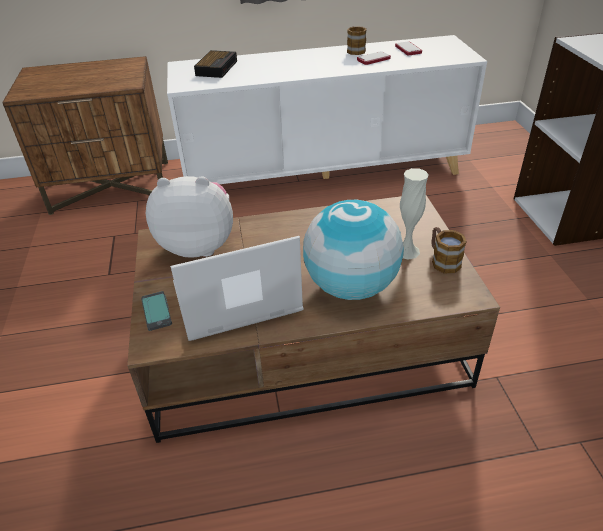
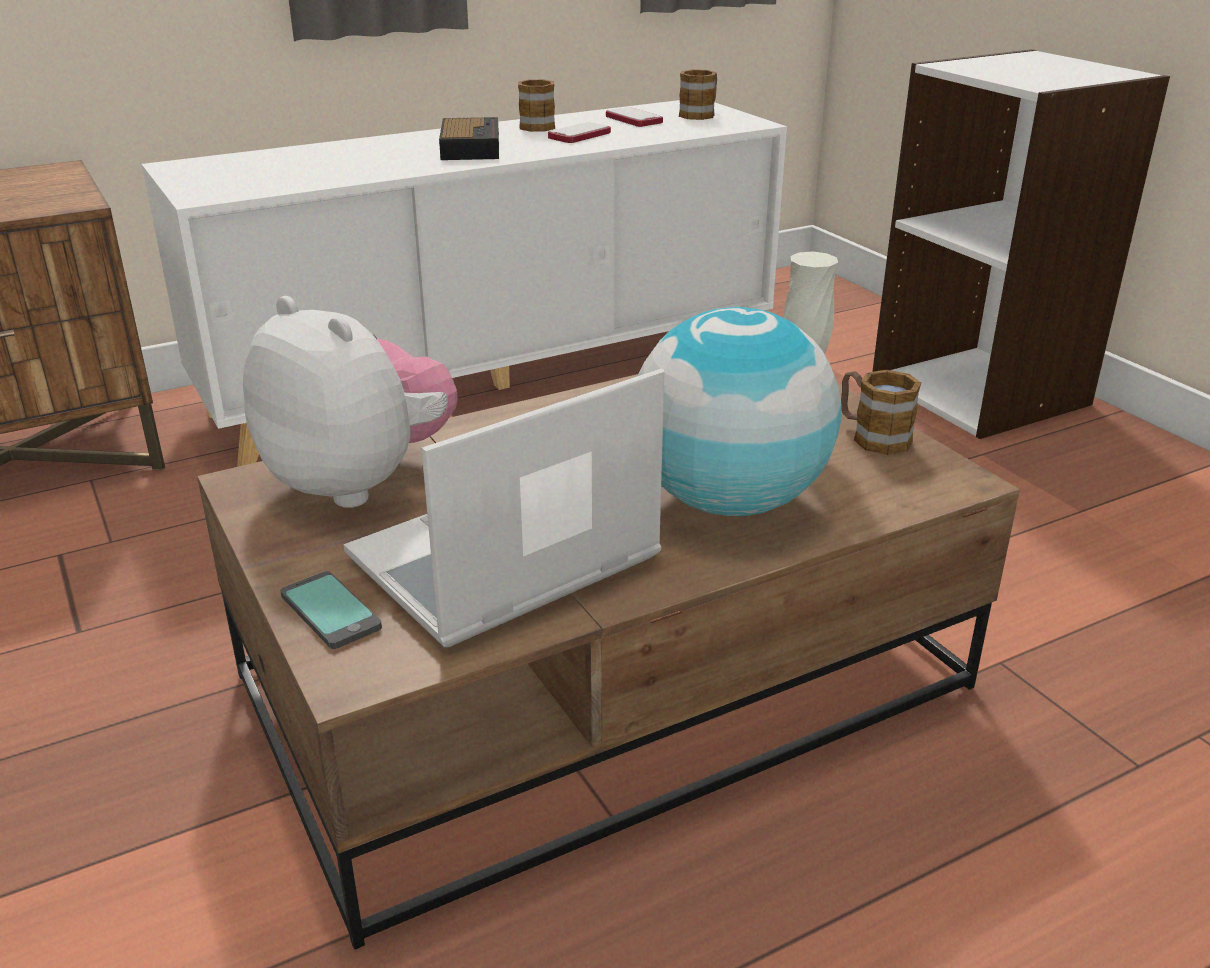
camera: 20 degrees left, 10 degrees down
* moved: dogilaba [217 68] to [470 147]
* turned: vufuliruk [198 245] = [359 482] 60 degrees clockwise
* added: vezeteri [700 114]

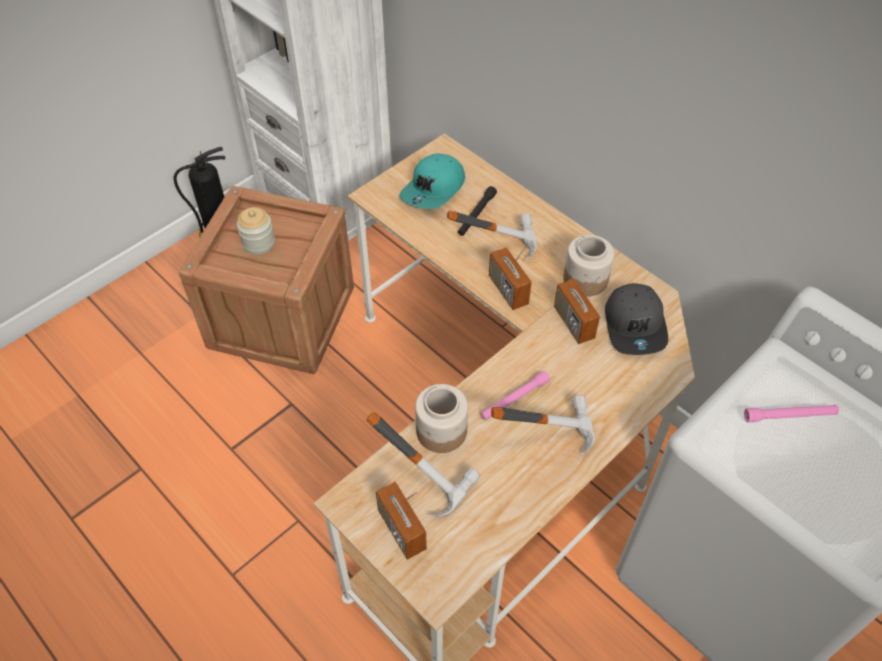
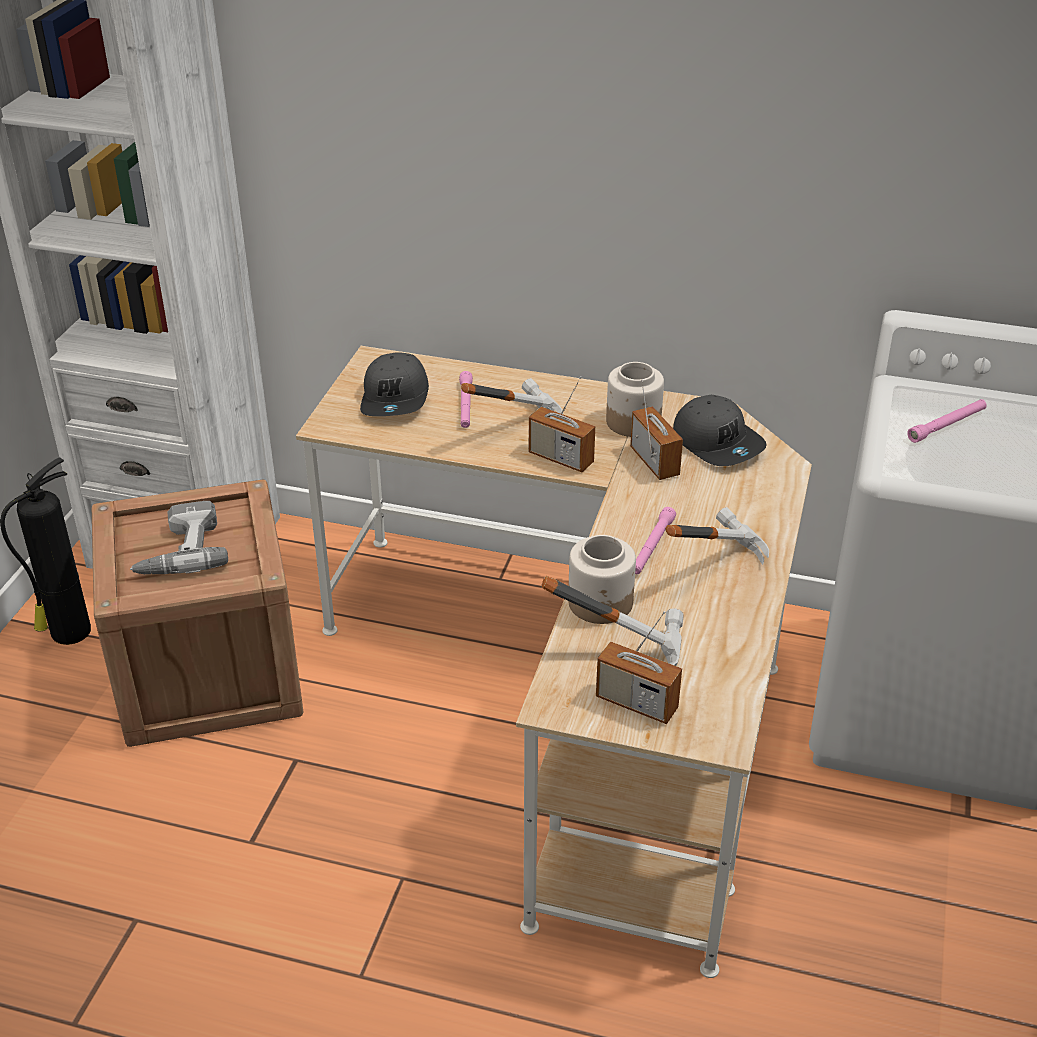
camera: 30 degrees left, 15 degrees down
* recoloured: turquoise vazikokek [434 190] to grey vazikokek [396 398]
* recoloured: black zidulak [476 215] to pink zidulak [465 405]
* replaced: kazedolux [258 243] to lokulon [179 550]
* turned: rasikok [573 323] = [654 462] 150 degrees counterclockwise

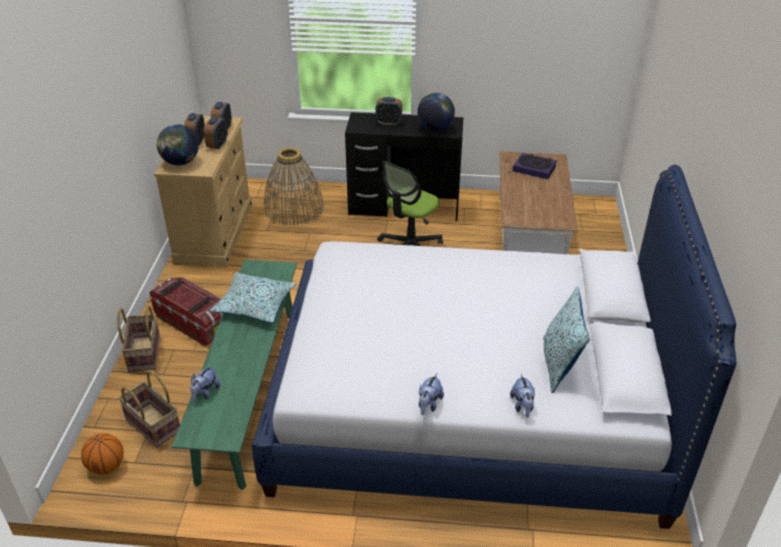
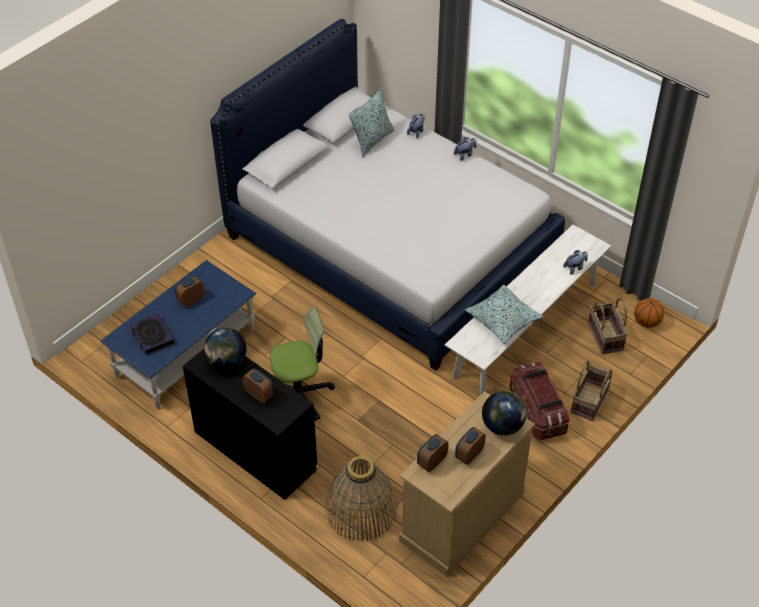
camera: 145 degrees left, 10 degrees up
* moved: dogilaba [217 145] to [191 300]
* recoloured: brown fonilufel [530 234] to blue fonilufel [186 354]
* recoloured: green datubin [249 391] to white datubin [526 328]

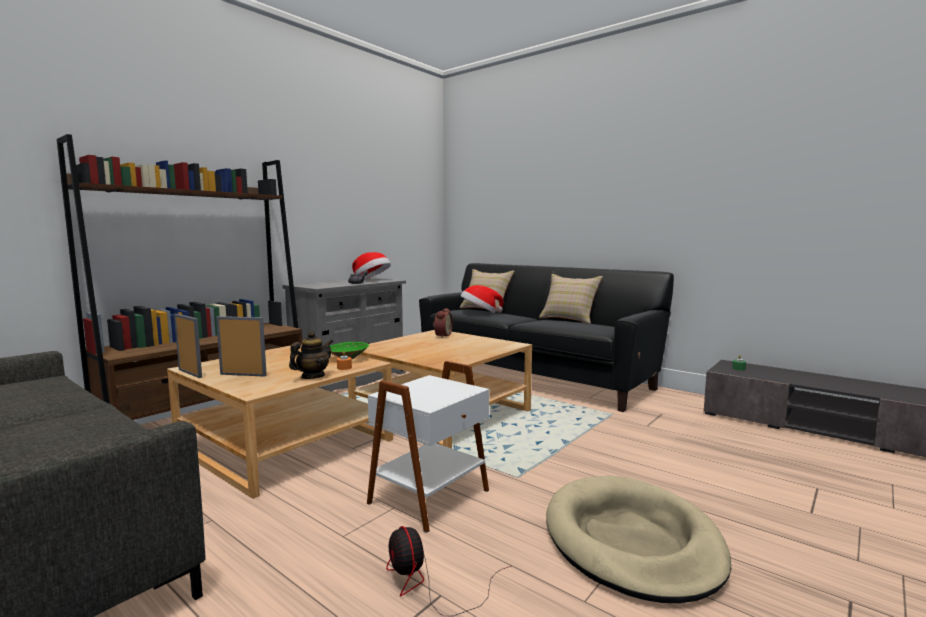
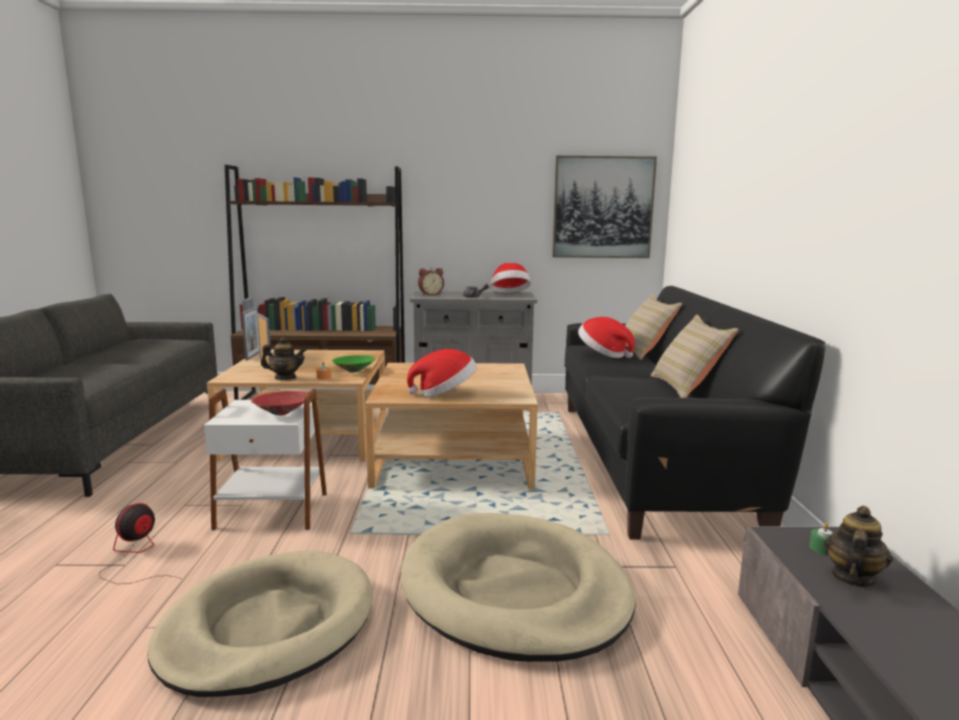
camera: 50 degrees right, 5 degrees up
* moved: dogilaba [442 335] to [430 294]
* added: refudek [602 207]
* added: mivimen [444 393]
* added: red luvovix [281 413]
* added: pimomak [852 577]
* added: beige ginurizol [514 591]

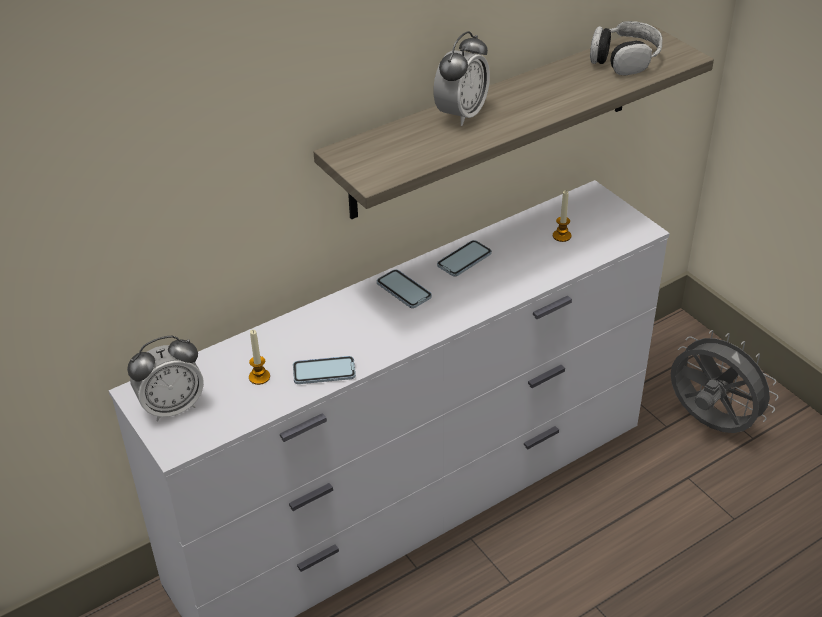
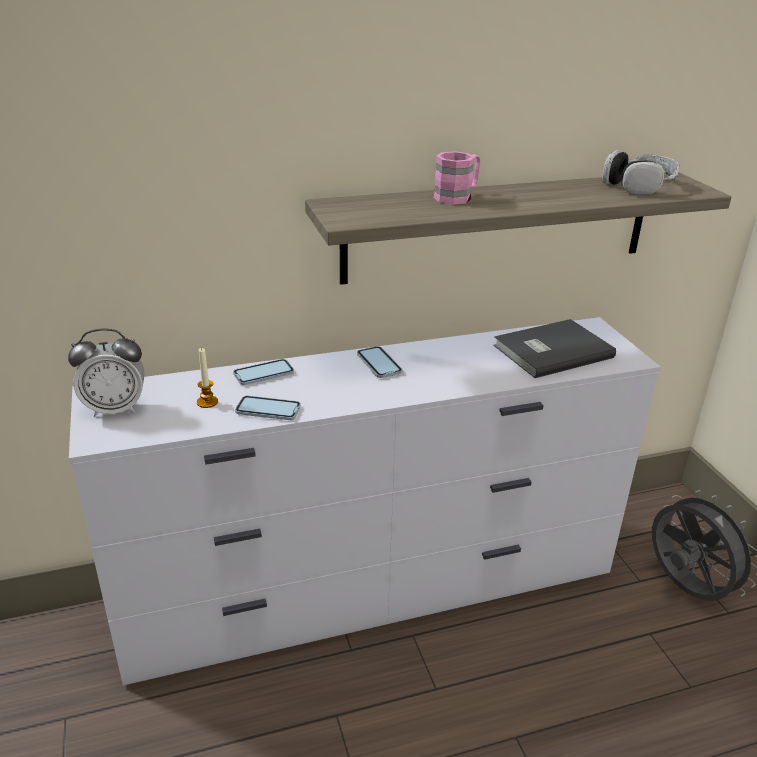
camera: 15 degrees right, 10 degrees down
* replaced: dogilaba [461 114] to pink vezeteri [458 196]
* replaced: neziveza [561 236] to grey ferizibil [550 351]
* moved: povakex [464 260] to [264 374]

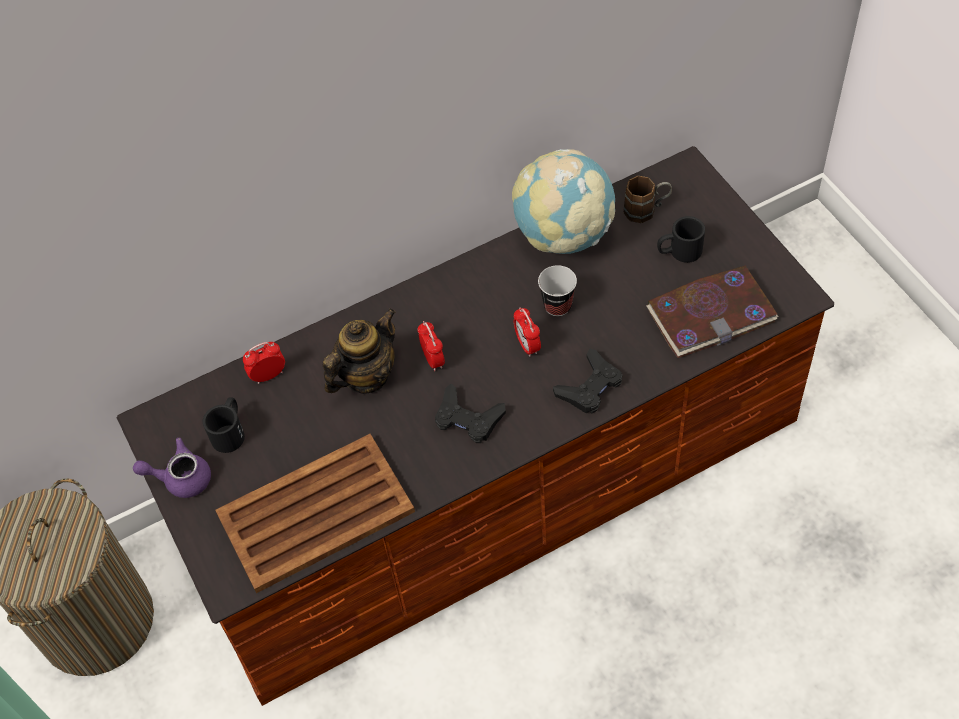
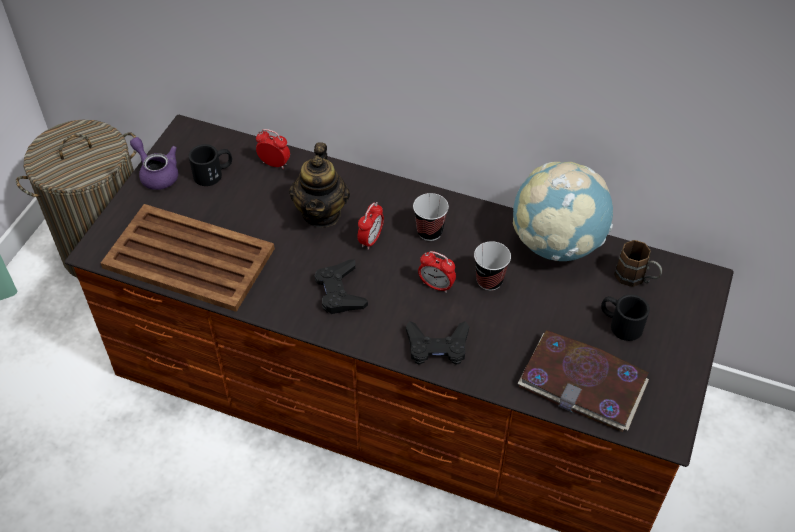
camera: 45 degrees right, 5 degrees down
* turned: dogilaba [527 345] = [436 285] 90 degrees counterclockwise
* turned: pimomak [366 376] = [322 213] 90 degrees clockwise
* added: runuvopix [429 232]

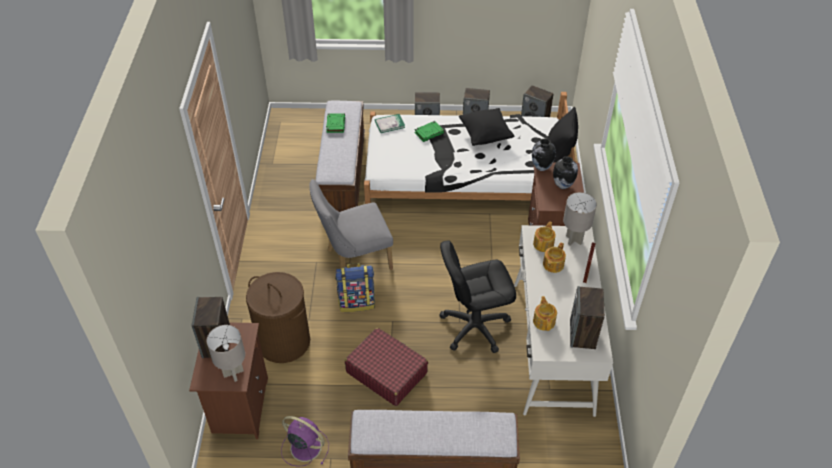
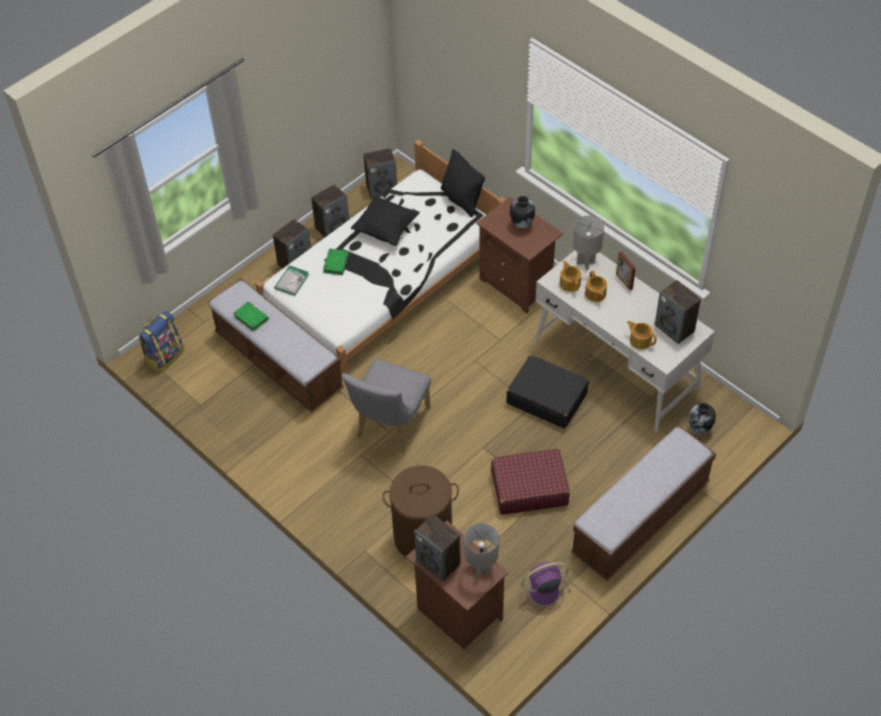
camera: 45 degrees left, 5 degrees up
* moved: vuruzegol [541 167] to [699 430]
* replaced: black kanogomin [474 326] to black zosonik [546 398]
* moved: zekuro [357 302] to [164 357]

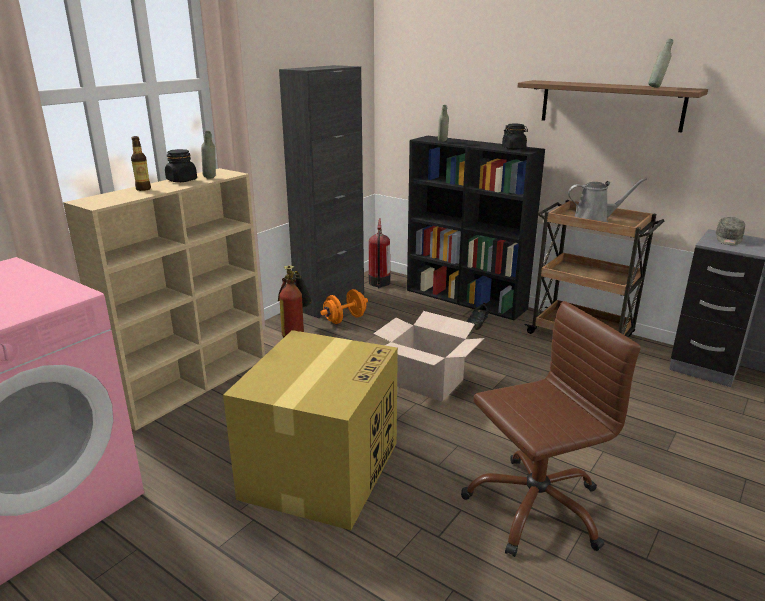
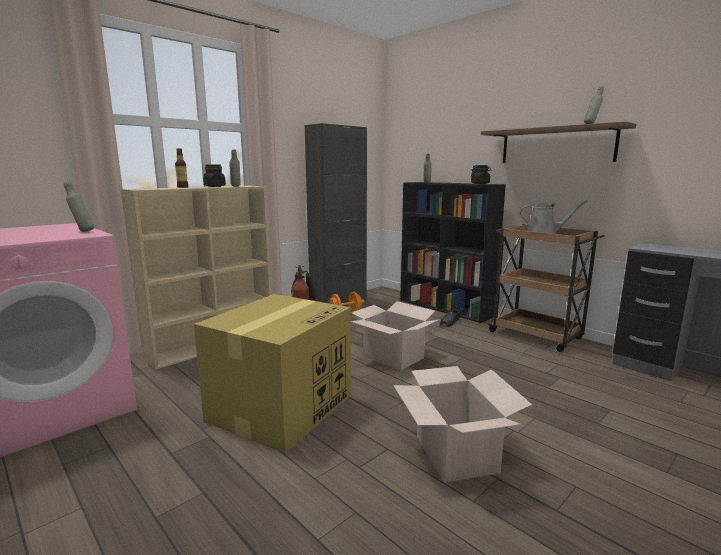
camera: 10 degrees right, 10 degrees down
* removed: grey vazikokek [728 239]
* removed: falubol [379 283]
* replaced: brown kanogomin [534 506] to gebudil [456 453]
* added: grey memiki [82 231]

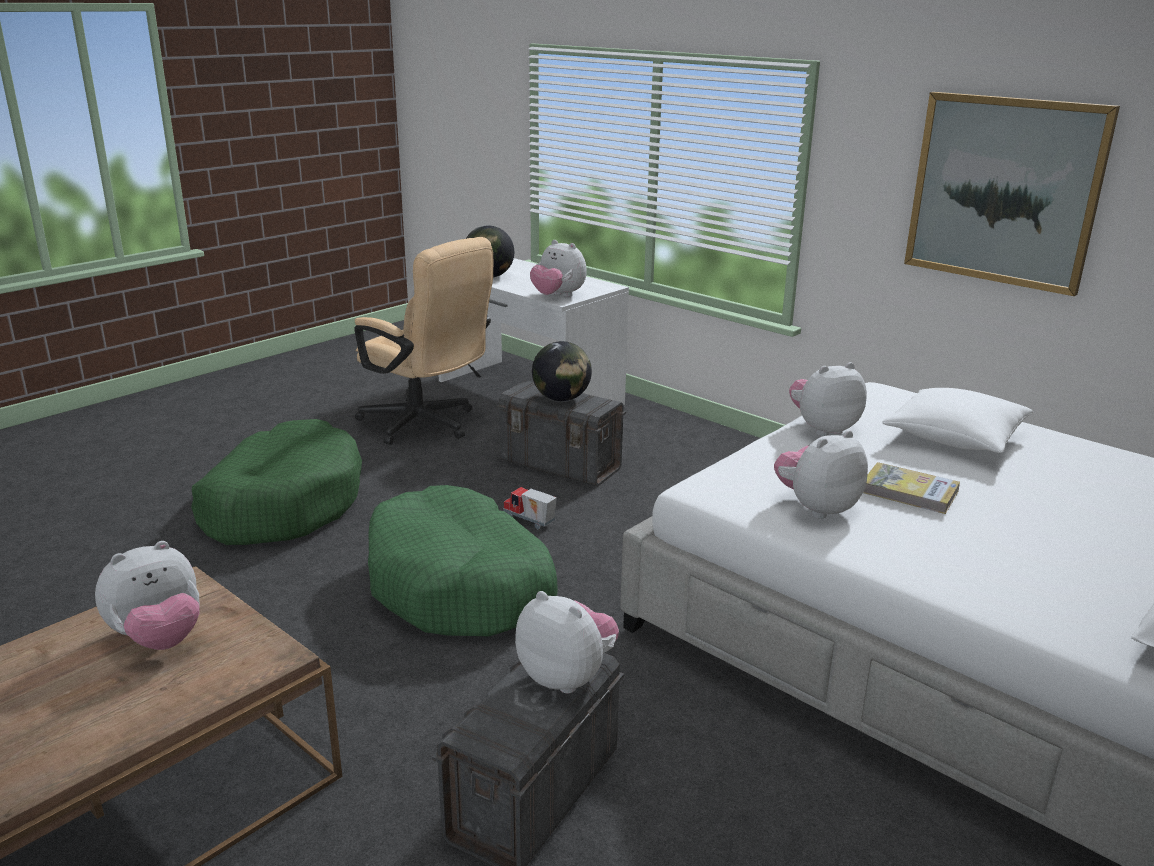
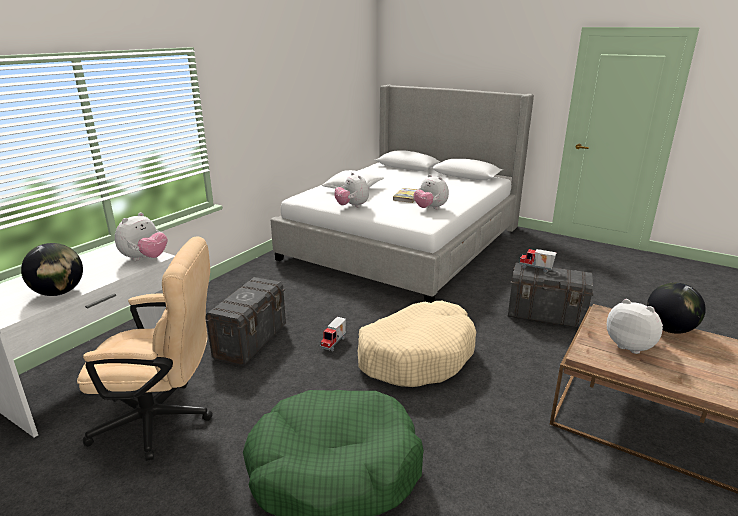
camera: 100 degrees left, 0 degrees up
* removed: refudek [1004 191]
* turned: beige kanogomin [426 425] = [163 420] 60 degrees clockwise
* moved: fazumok [561 399] to [669 329]
* recoloured: green ginurizol [460 585] to beige ginurizol [416 355]
* replaced: vufuliruk [567 677] to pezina [536 268]

